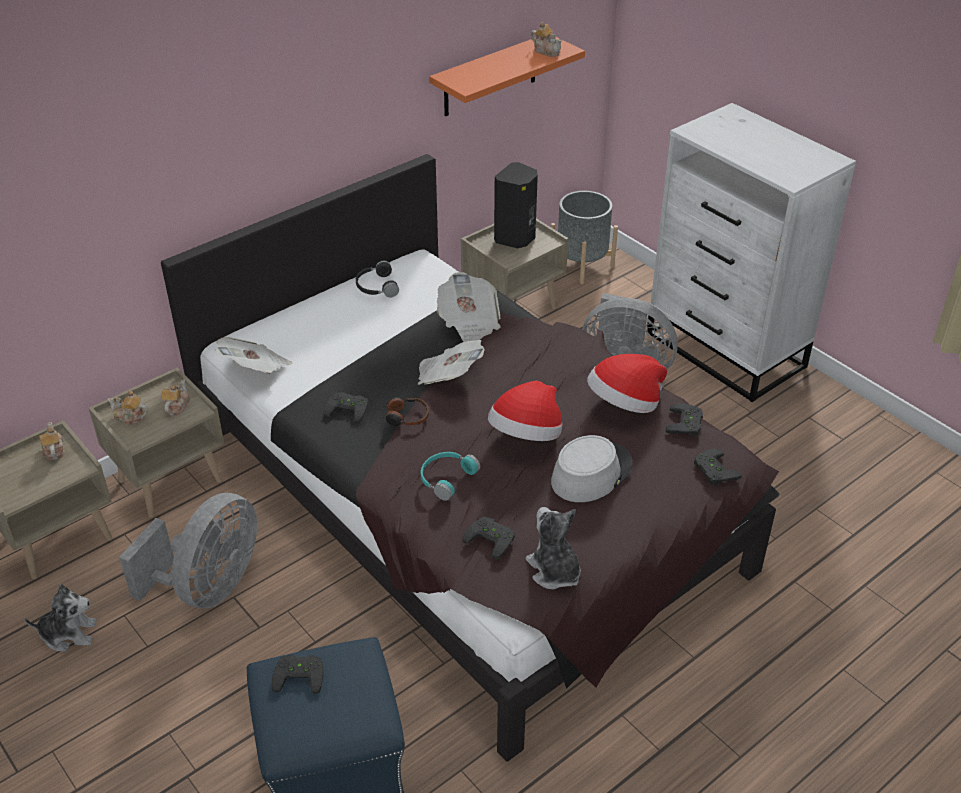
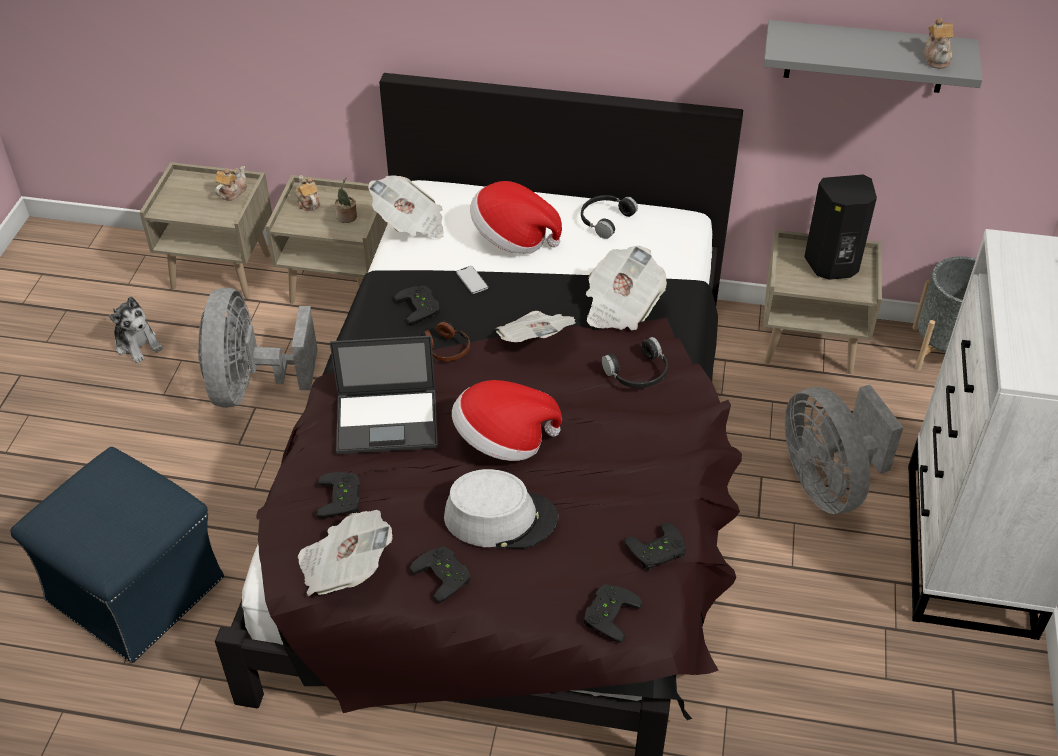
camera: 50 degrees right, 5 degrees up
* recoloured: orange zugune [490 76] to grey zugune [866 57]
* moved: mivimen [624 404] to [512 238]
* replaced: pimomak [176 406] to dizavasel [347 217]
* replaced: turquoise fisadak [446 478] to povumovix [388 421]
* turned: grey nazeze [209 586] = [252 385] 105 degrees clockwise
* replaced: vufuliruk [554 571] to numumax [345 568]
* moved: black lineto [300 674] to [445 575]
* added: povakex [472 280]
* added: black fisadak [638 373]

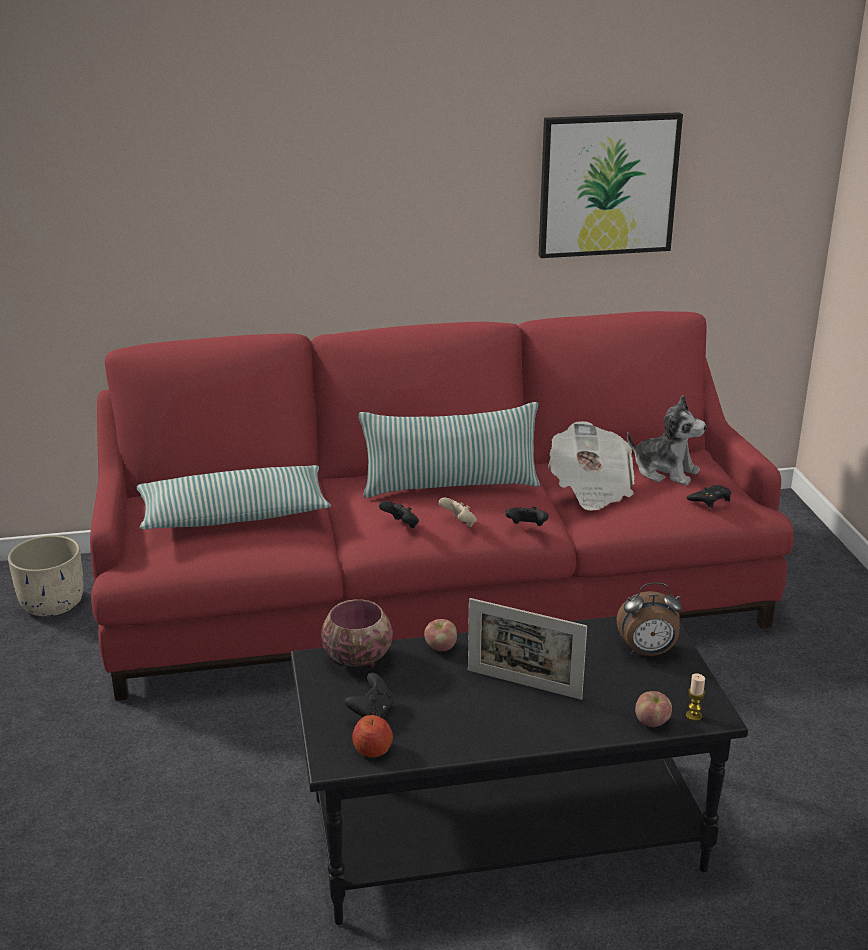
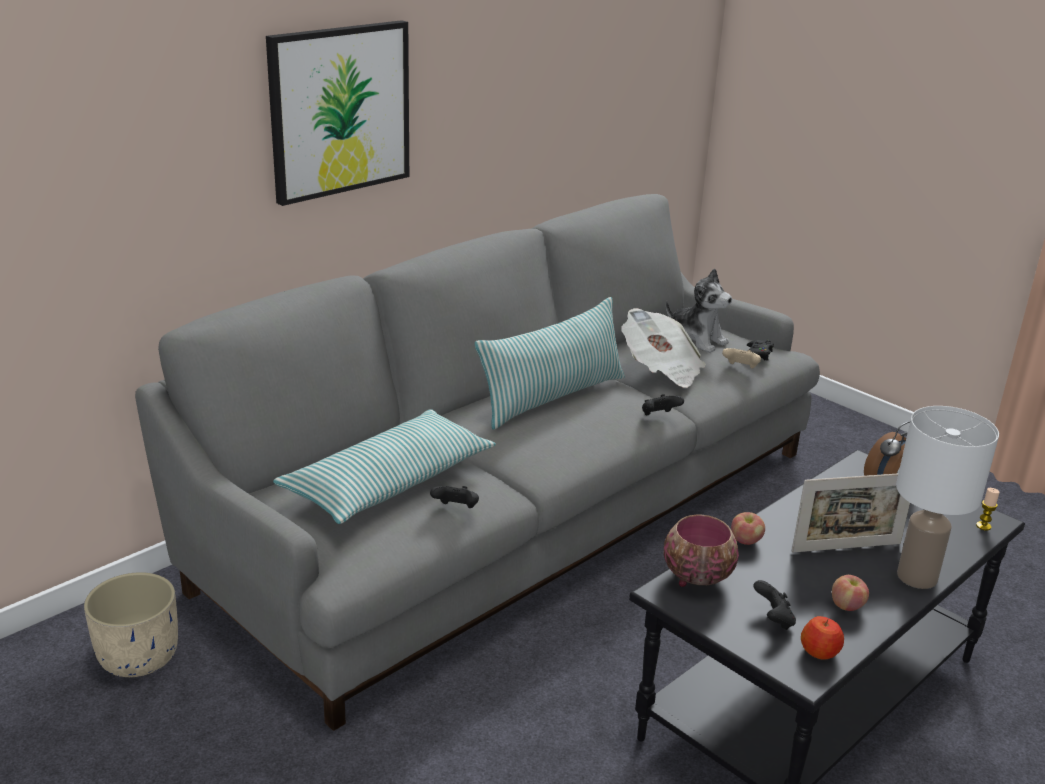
camera: 35 degrees left, 0 degrees up
* moved: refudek [607 185] to [339 110]
* recoloured: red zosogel [435 592] to grey zosogel [518 511]
* turned: vufuliruk [665 471] = [696 340] 45 degrees clockwise
* moved: beige lineto [459 523] to [740 368]
* moved: black lineto [401 525] to [456 509]
* moved: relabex [652 722] to [847 606]
* added: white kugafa [918 577]

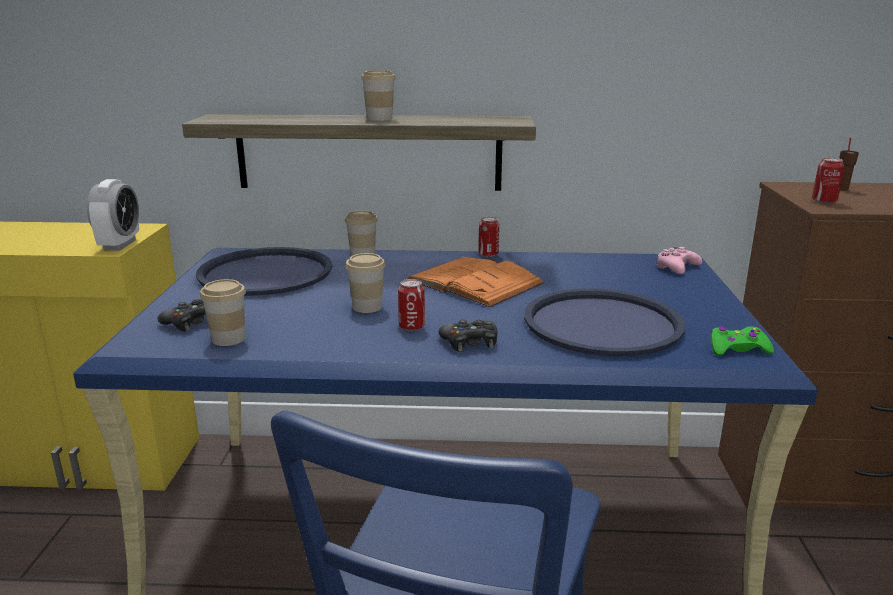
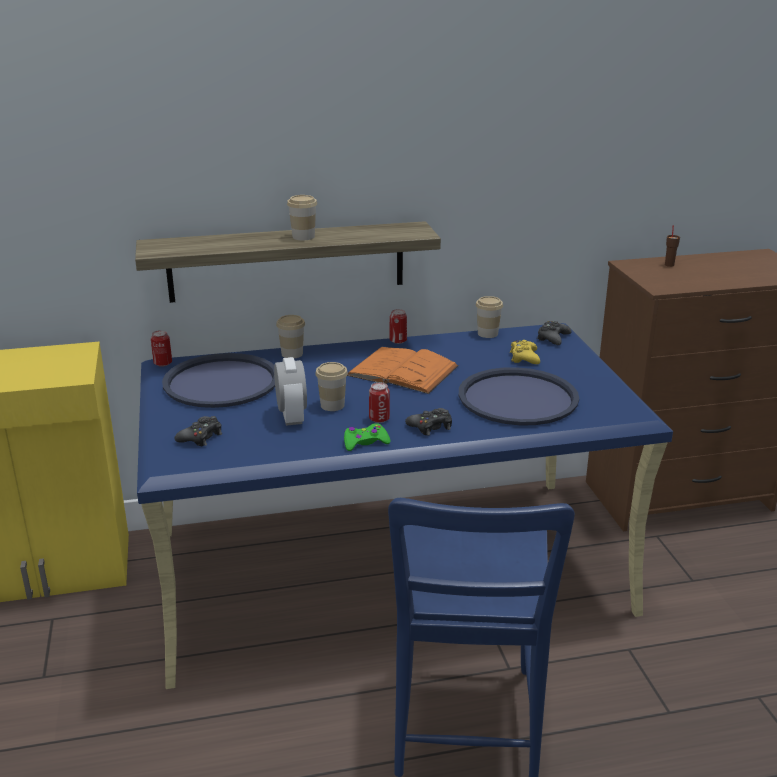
camera: 15 degrees left, 5 degrees up
* moved: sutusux [824 201] to [163 363]
* moved: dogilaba [119 245] to [291 417]
* recoloured: pink lineto [677 267] to black lineto [553 338]
* moved: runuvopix [228 339] to [487 333]
* moved: green lineto [737 349] to [365 442]
* added: yellow lineto [524 358]

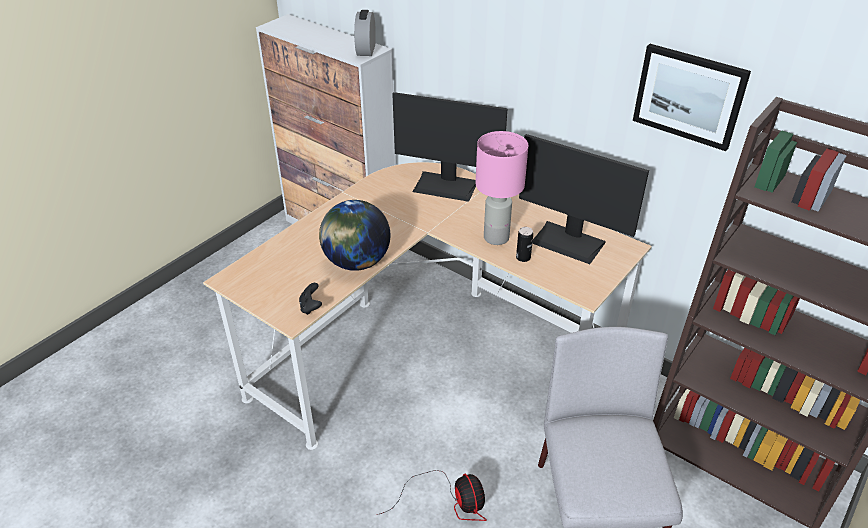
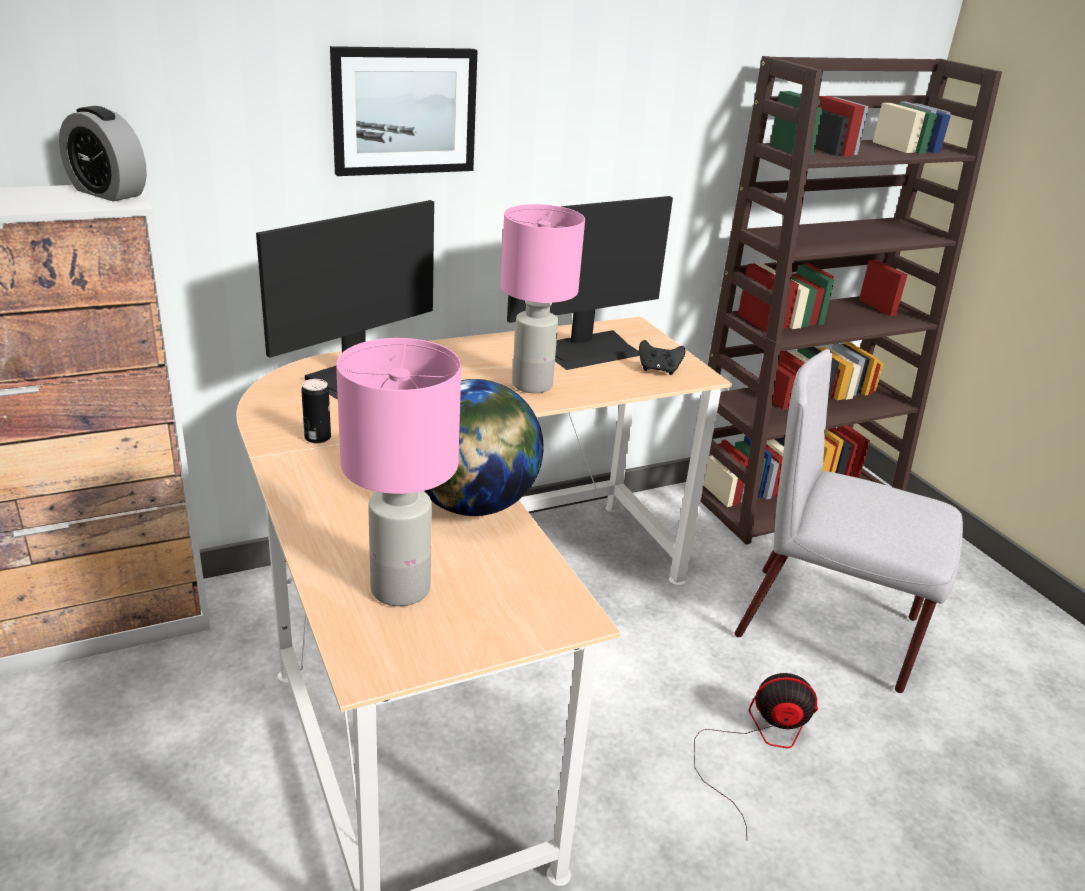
camera: 65 degrees left, 10 degrees down
* moved: refudek [689 96] to [404 111]
* moved: sutusux [523 258] to [317 438]
* moved: black lineto [311 307] to [658 370]
* added: pink kugafa [402 588]

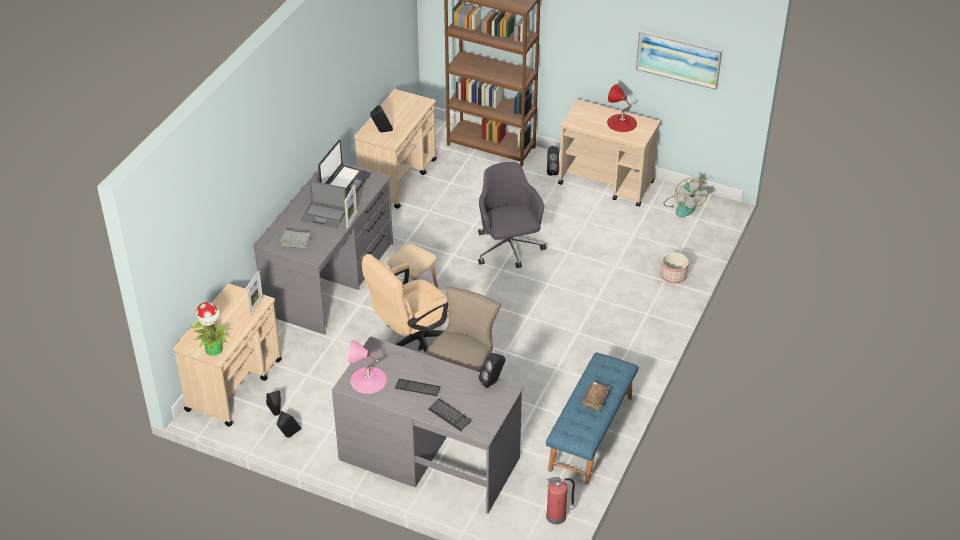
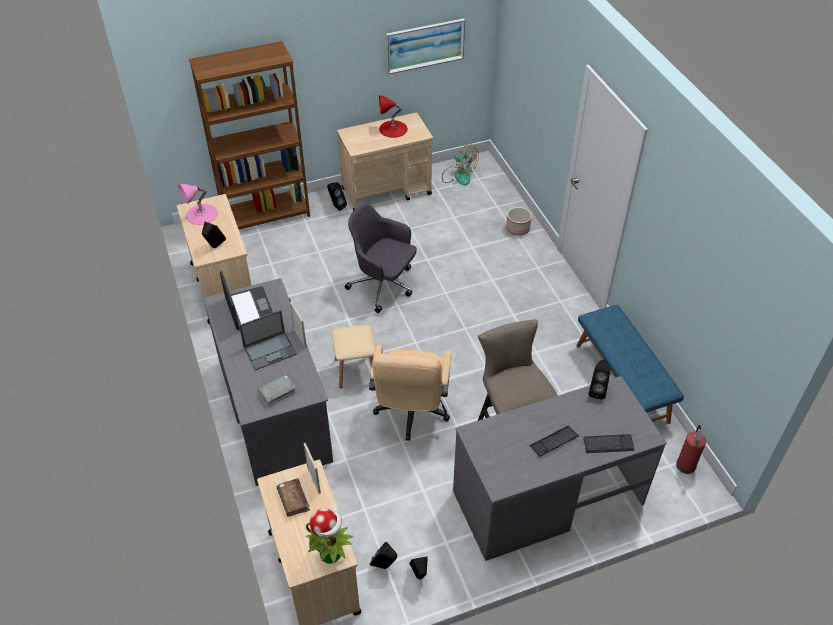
camera: 45 degrees left, 5 degrees up
* moved: pink kugafa [368 380] to [201 214]
* moved: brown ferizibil [595 399] to [293 500]

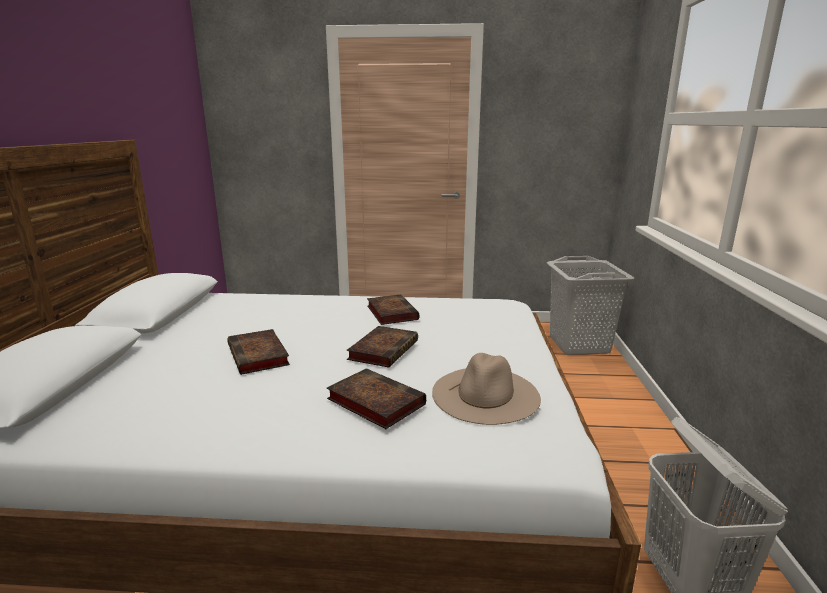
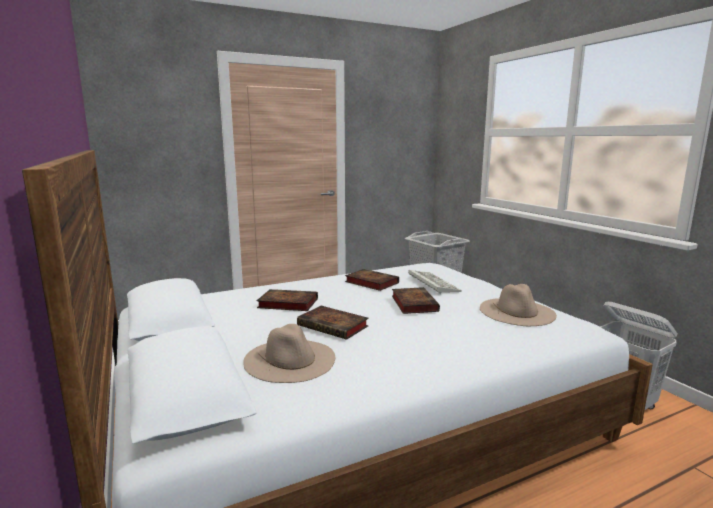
camera: 30 degrees left, 5 degrees down
* moved: ferizibil [373 402] to [286 304]
* added: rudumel [431 283]
* added: beige mivimen [290 359]

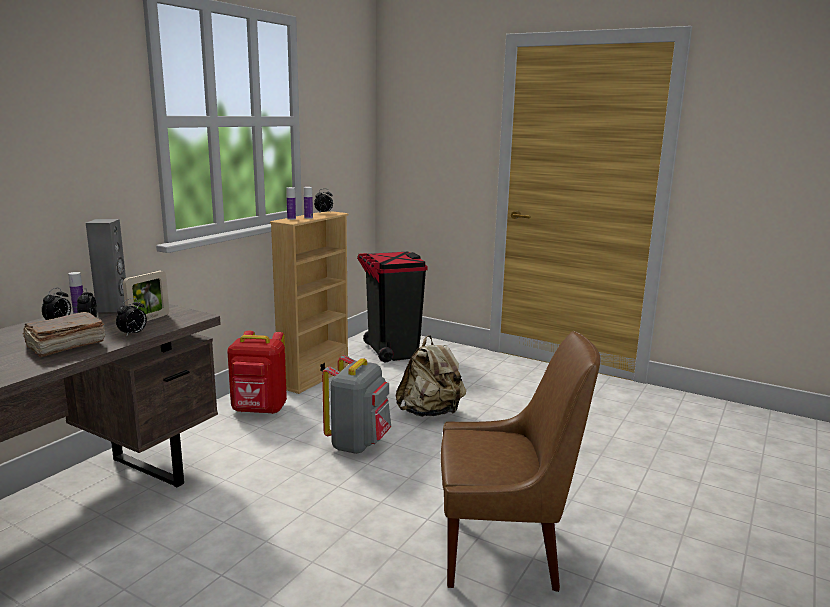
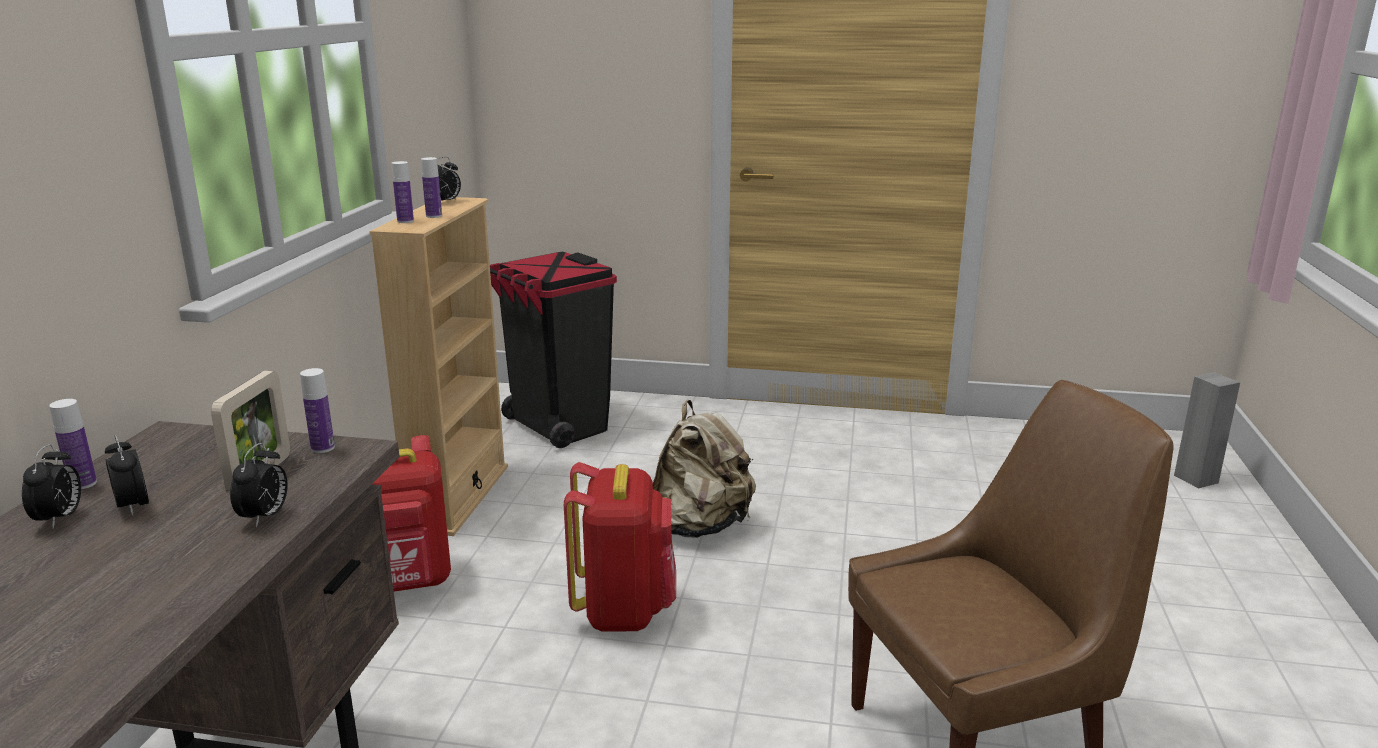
camera: 20 degrees left, 5 degrees up
* moved: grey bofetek [113 308] to [1196 479]
* removed: brown ferizibil [65 346]
* recoloured: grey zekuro [358 443] to red zekuro [624 610]
* added: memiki [323 448]

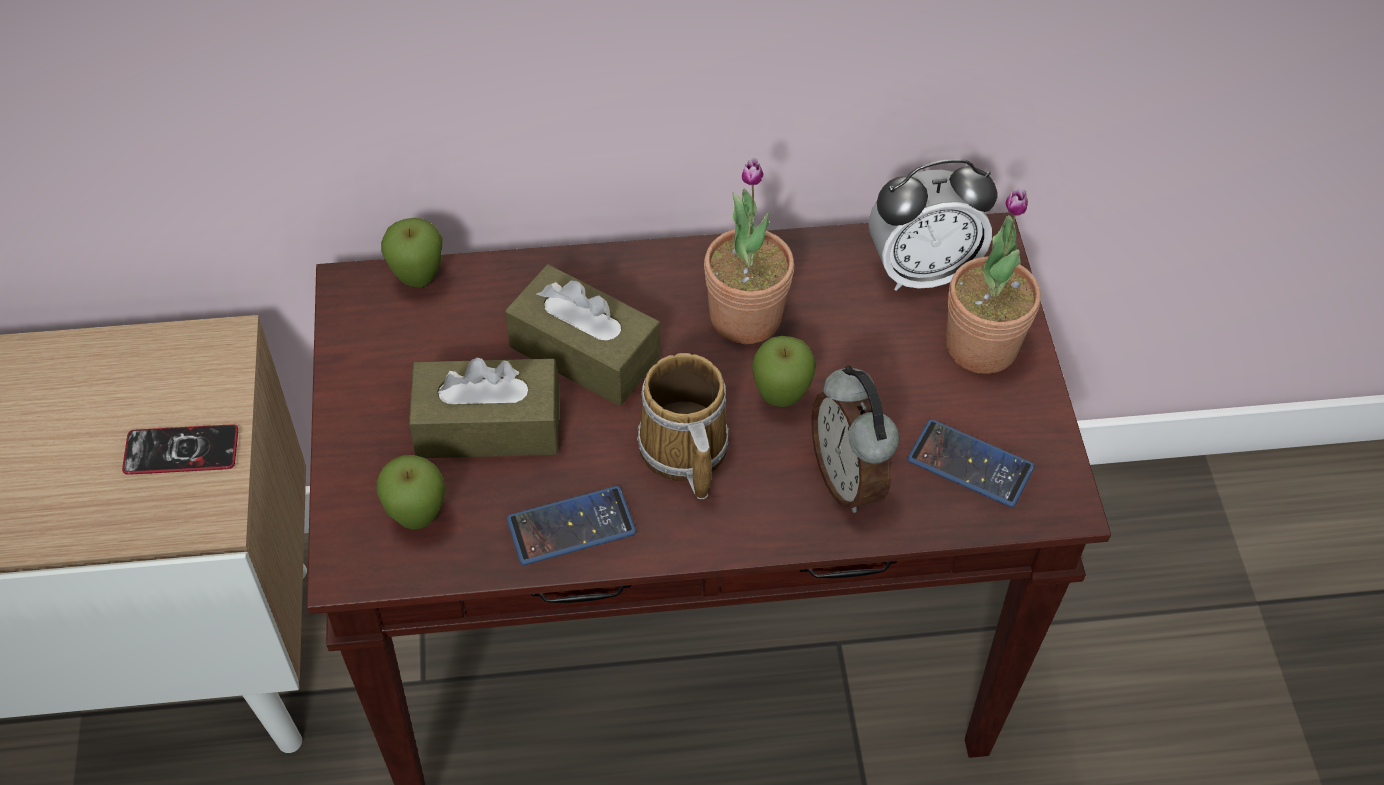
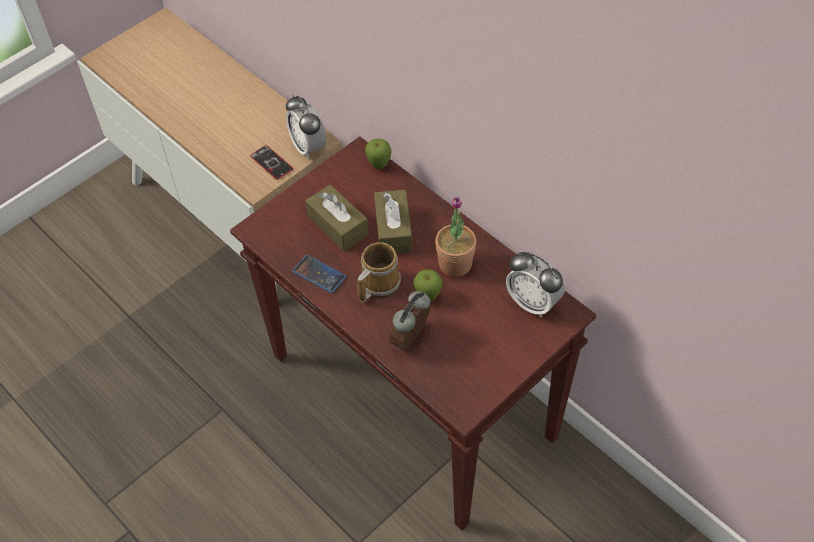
camera: 55 degrees right, 0 degrees up
* removed: dizavasel [981 346]
* removed: povakex [970 464]
* removed: relabex [417 518]
* added: dogilaba [308 147]

